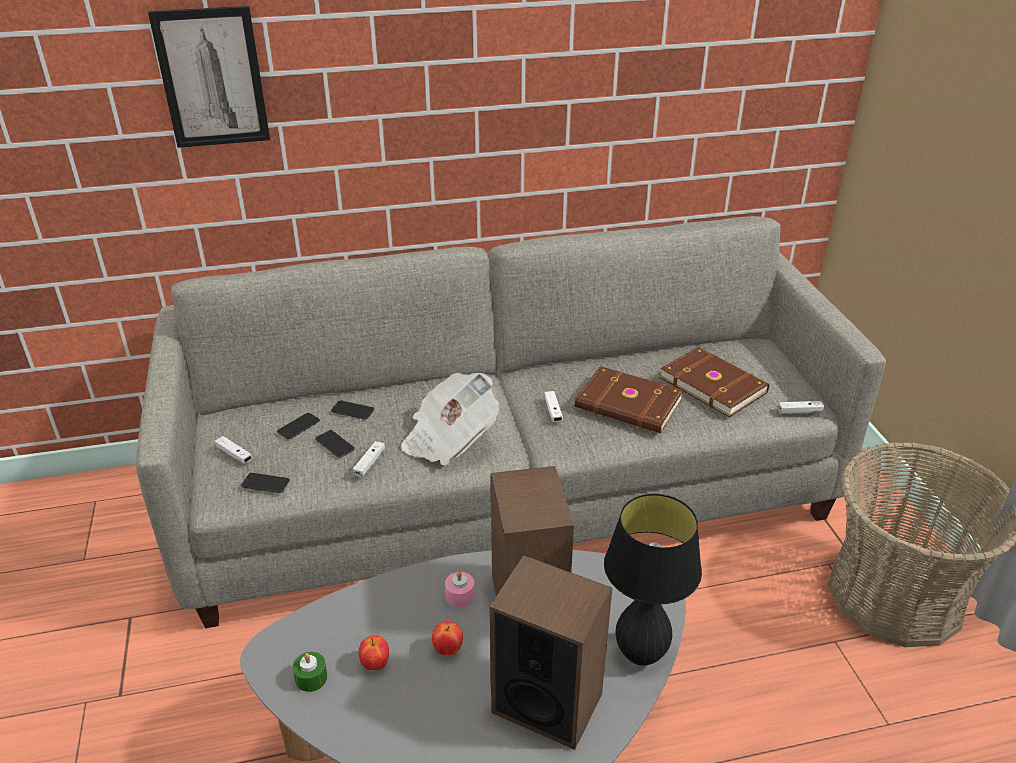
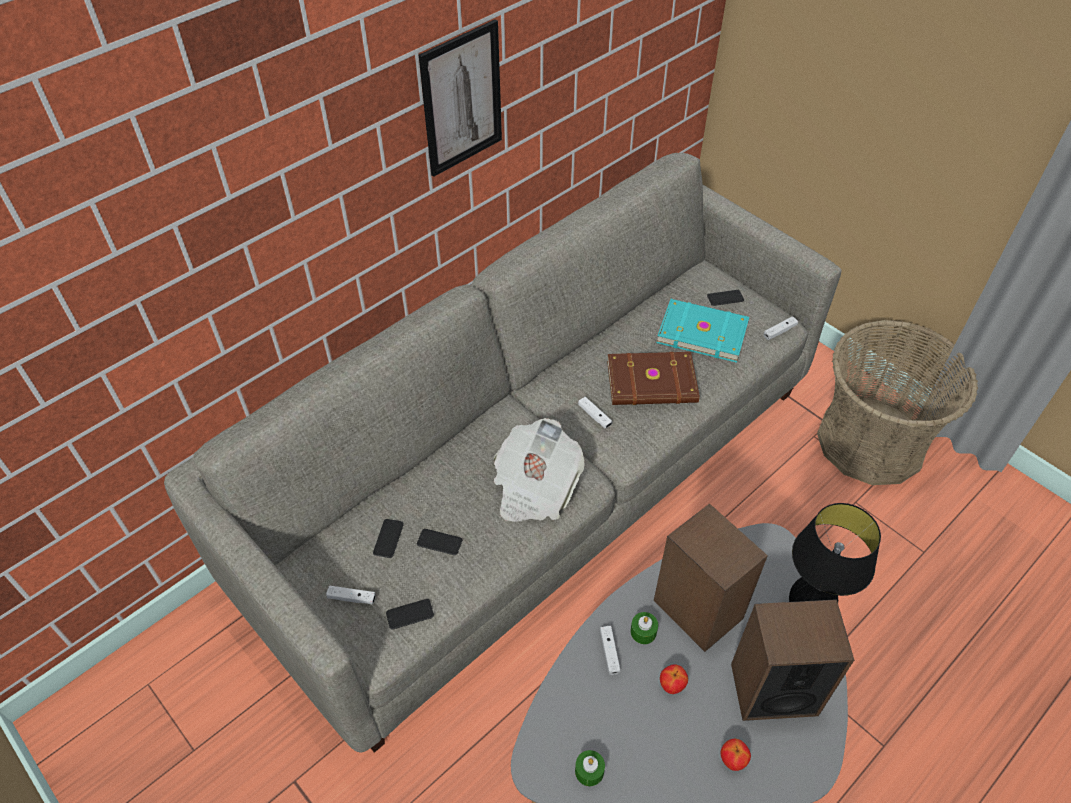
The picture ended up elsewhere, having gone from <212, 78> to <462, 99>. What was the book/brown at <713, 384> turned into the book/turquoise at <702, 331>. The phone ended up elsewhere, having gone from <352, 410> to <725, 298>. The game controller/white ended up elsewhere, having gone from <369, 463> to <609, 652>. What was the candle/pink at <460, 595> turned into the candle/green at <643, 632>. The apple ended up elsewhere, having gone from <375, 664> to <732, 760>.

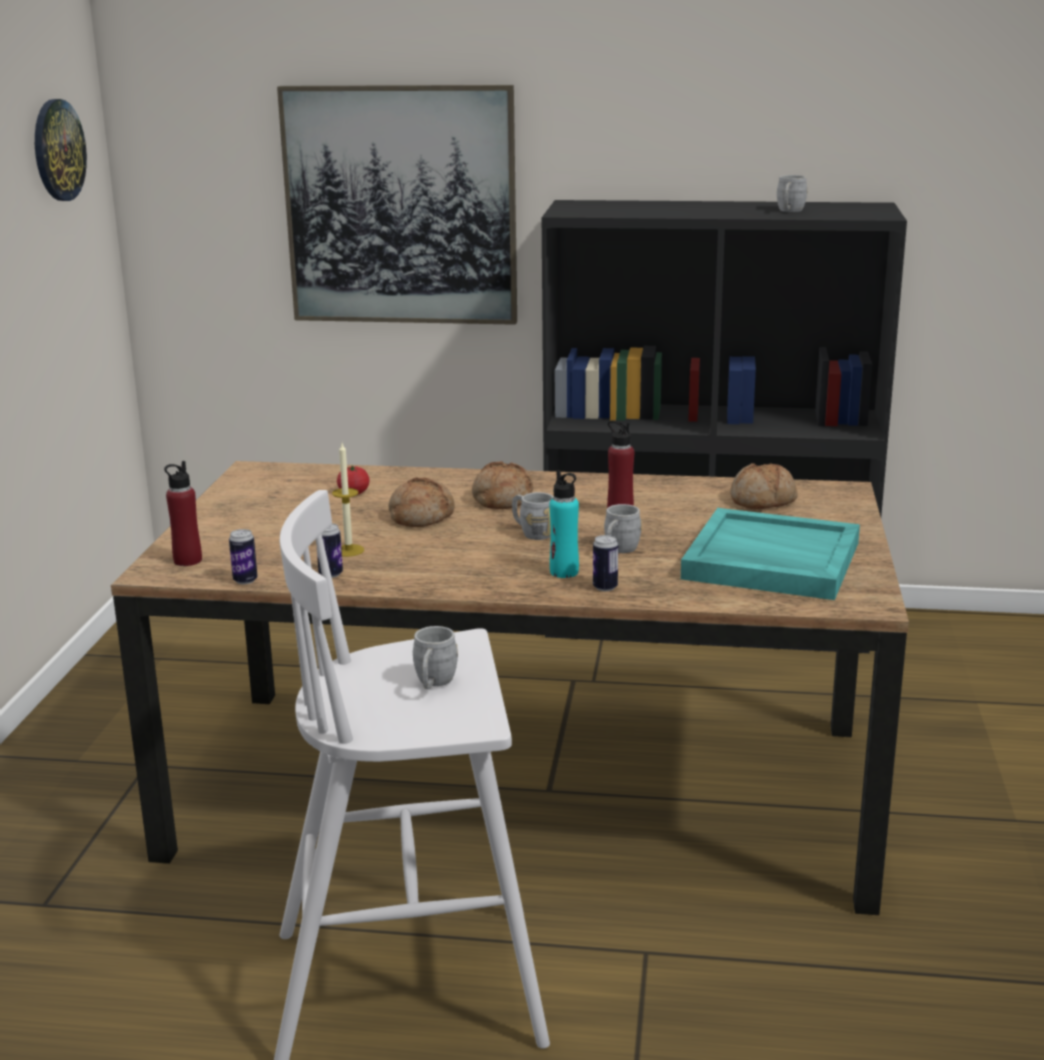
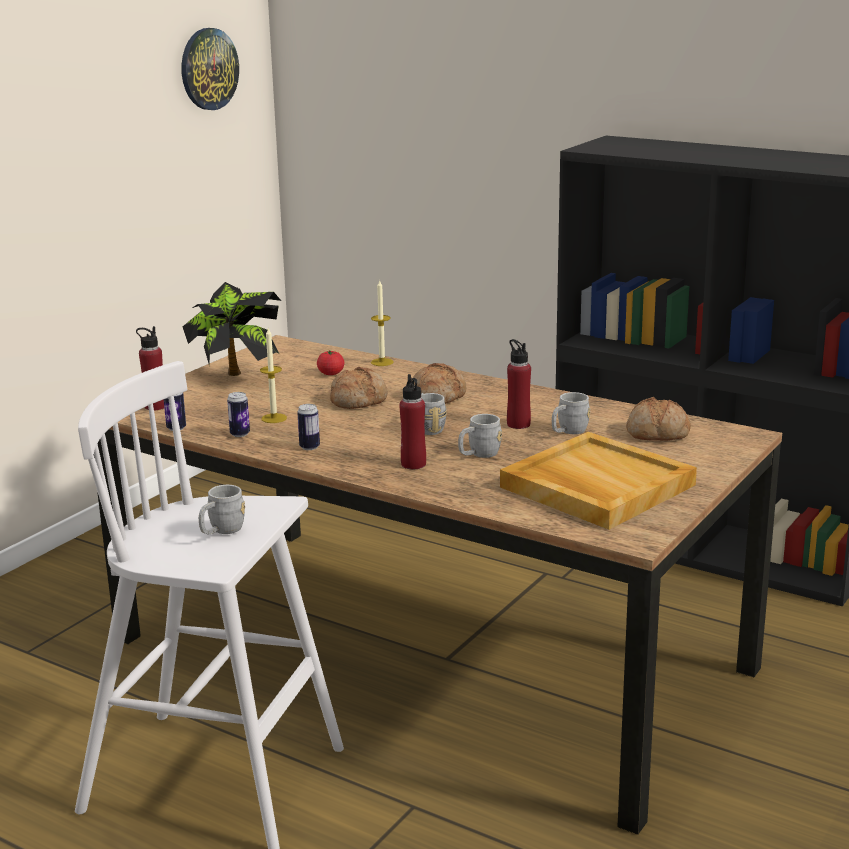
The second view lost the picture at <401, 206>. The mug/grey ended up elsewhere, having gone from <789, 211> to <568, 432>. What was the bottle/turquoise at <564, 572> turned into the bottle/red at <413, 464>. What was the tray/turquoise at <770, 561> turned into the tray/beige at <595, 486>. The can ended up elsewhere, having gone from <605, 587> to <309, 447>. The second view gained the candle at <382, 362>. The second view gained the potted plant at <235, 378>.

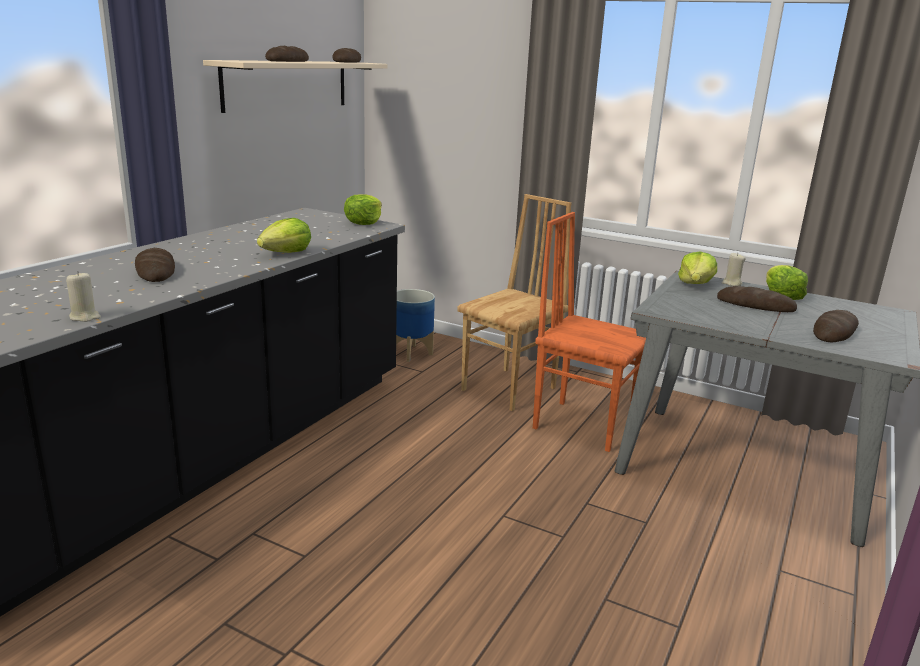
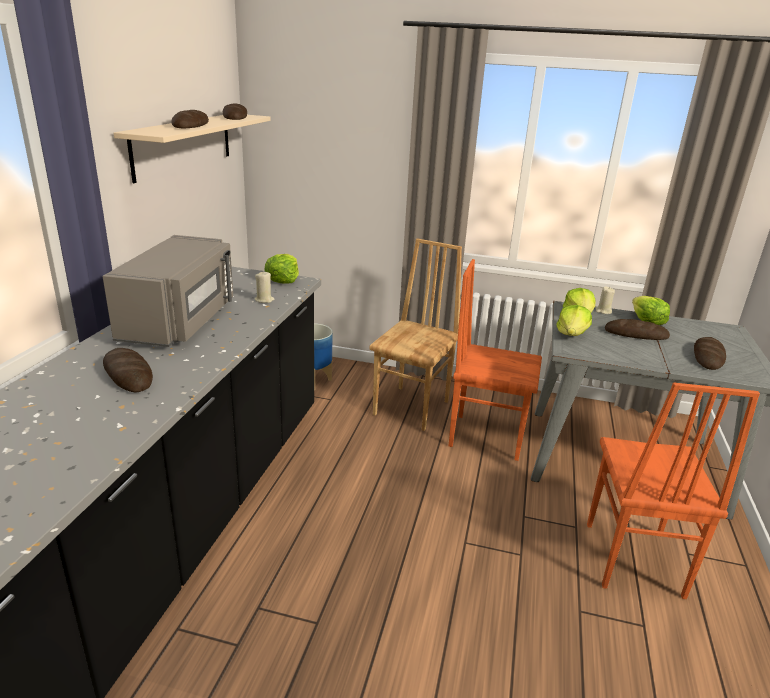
The lettuce ended up elsewhere, having gone from <286, 253> to <571, 334>. The candle/beige ended up elsewhere, having gone from <85, 317> to <264, 300>. The second view gained the microwave/grey at <181, 321>. The second view gained the chair/orange at <631, 559>.

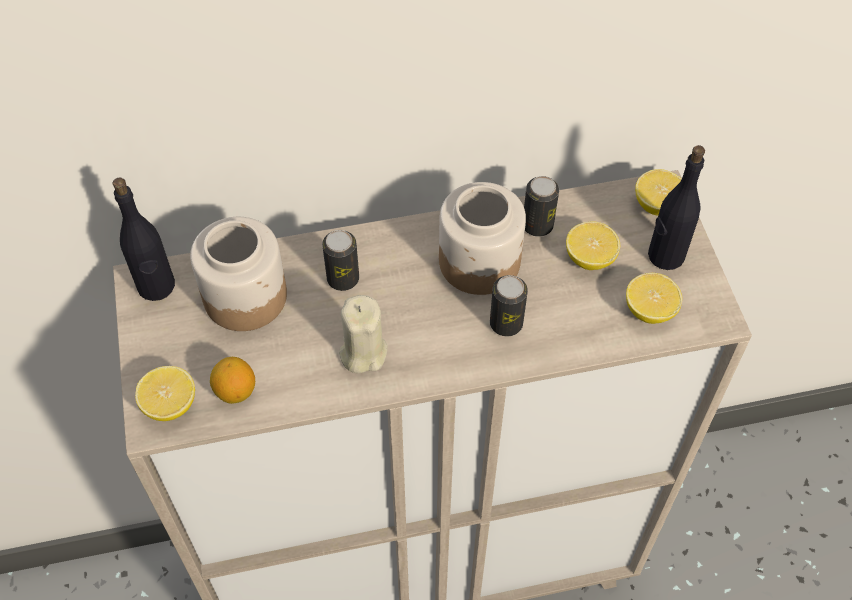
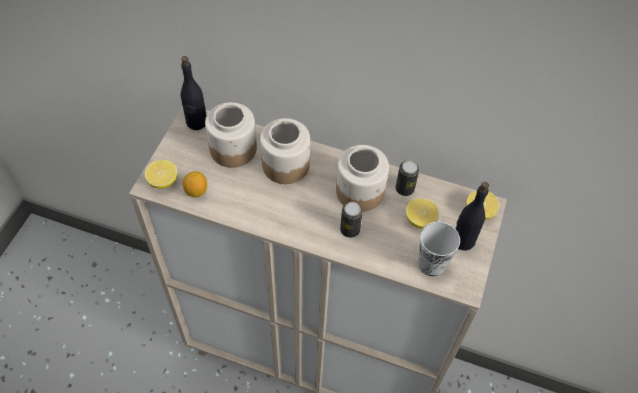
Where the can stood at <343, 279>, the jar came to stand at <285, 164>. Where the lemon stood at <649, 310>, the cup came to stand at <431, 264>. The second view lost the candle/beige at <363, 352>.

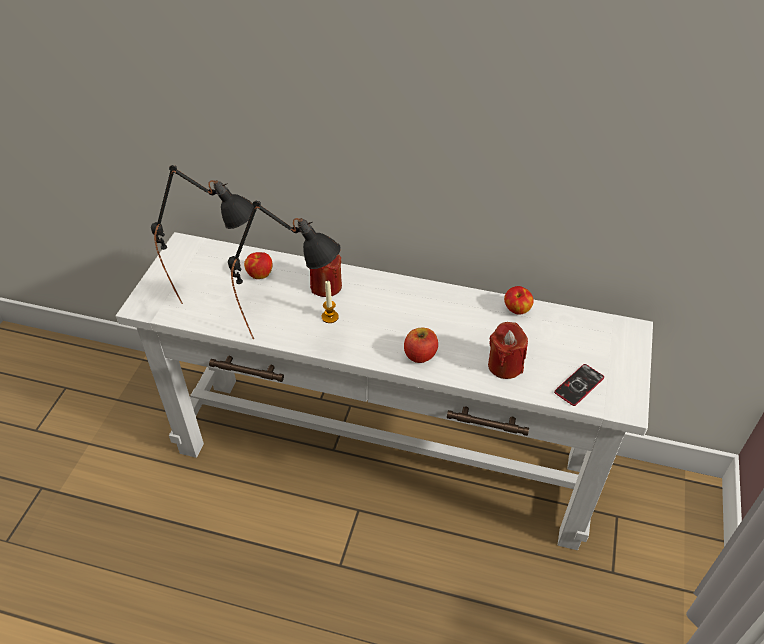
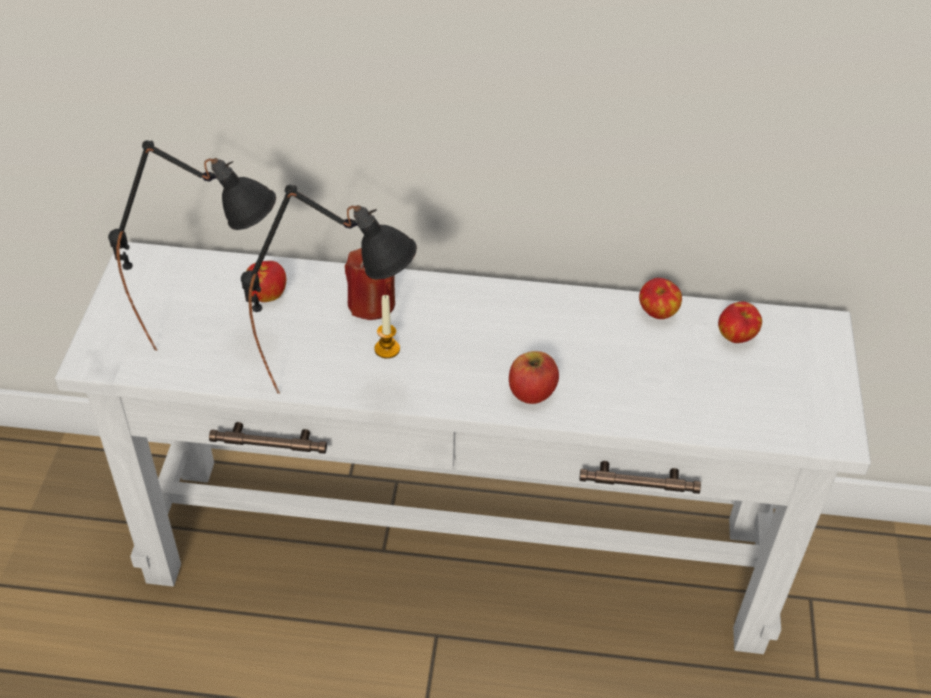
The second view lost the candle/red at <505, 365>. The second view lost the phone at <579, 385>. The second view gained the apple at <736, 337>.

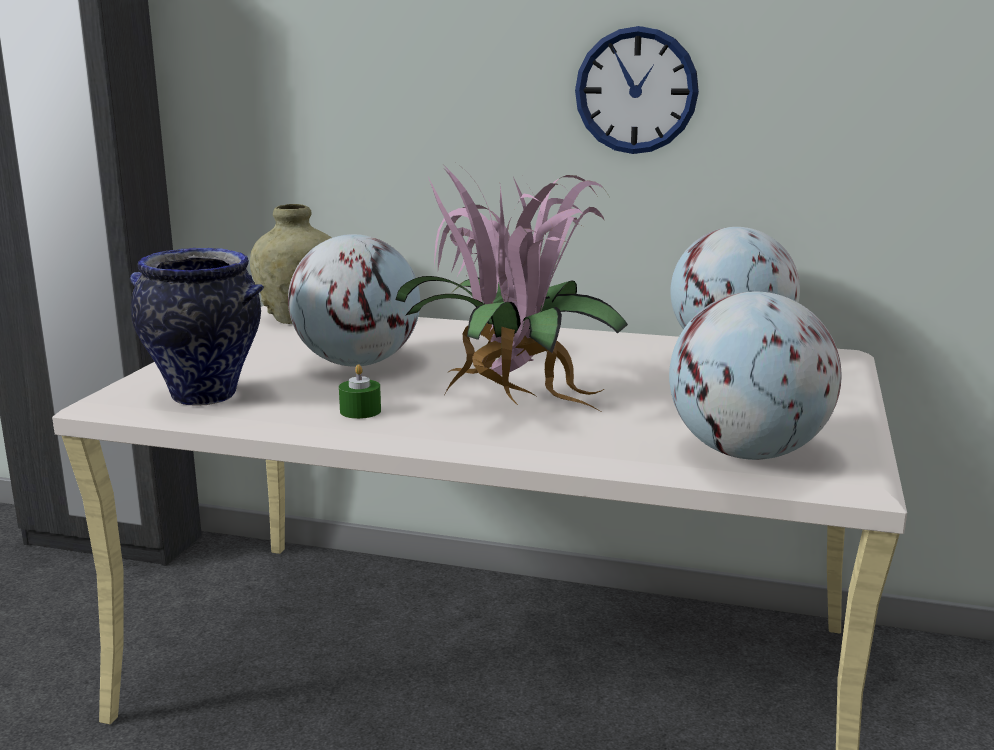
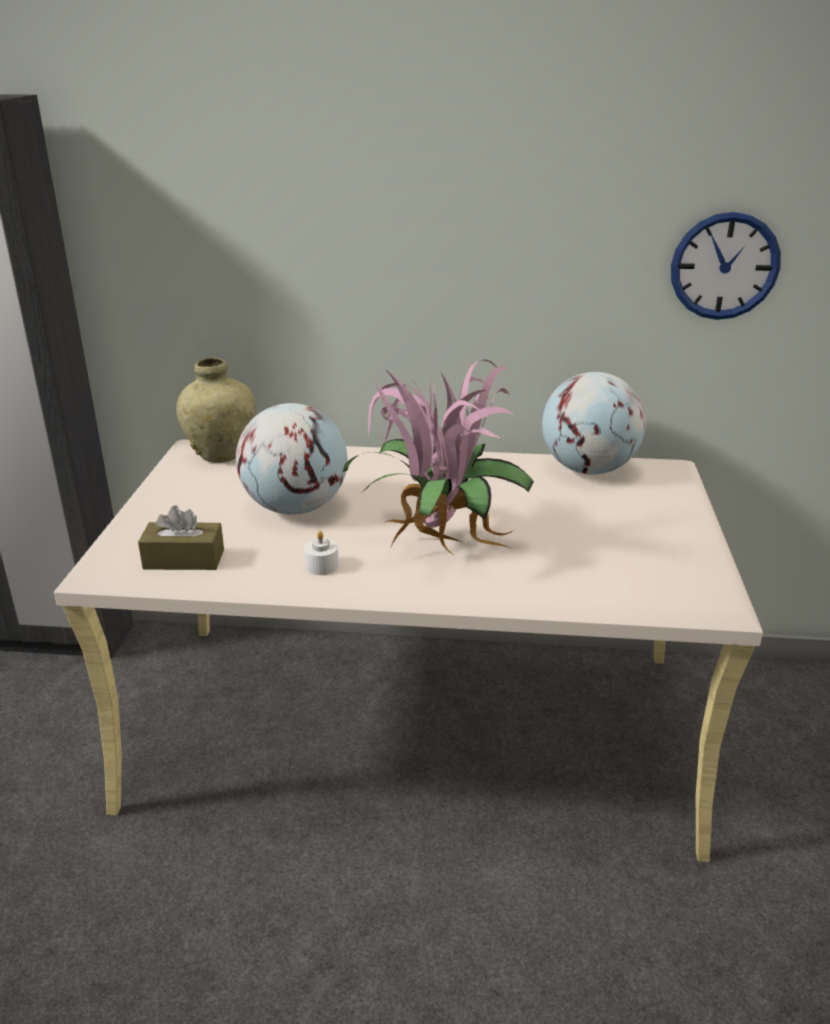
The wall clock ended up elsewhere, having gone from <636, 90> to <724, 266>. Where the vase stood at <206, 396>, the tissue box/brown came to stand at <184, 559>. The second view lost the globe at <747, 453>. What was the candle/green at <360, 411> turned into the candle/white at <321, 566>.

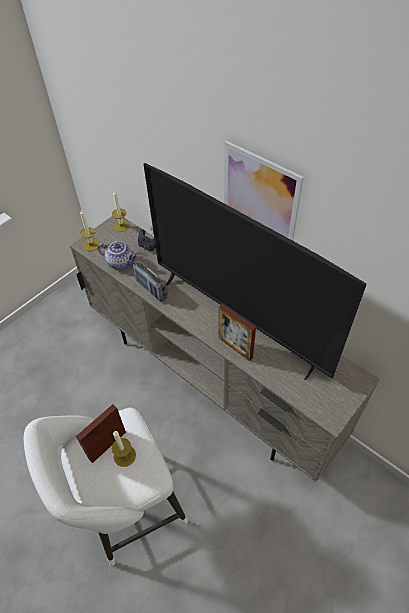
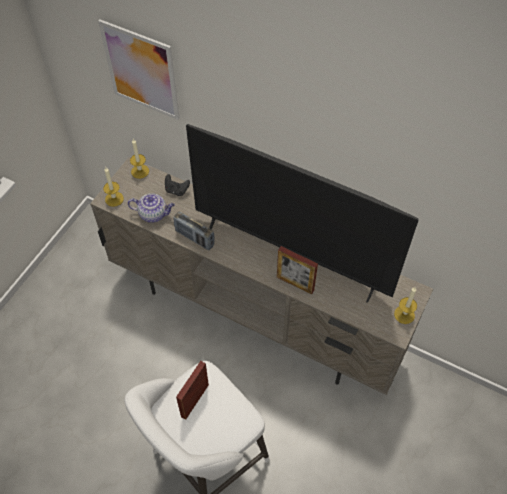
The picture ended up elsewhere, having gone from <259, 203> to <141, 70>. The candle ended up elsewhere, having gone from <124, 455> to <404, 314>.

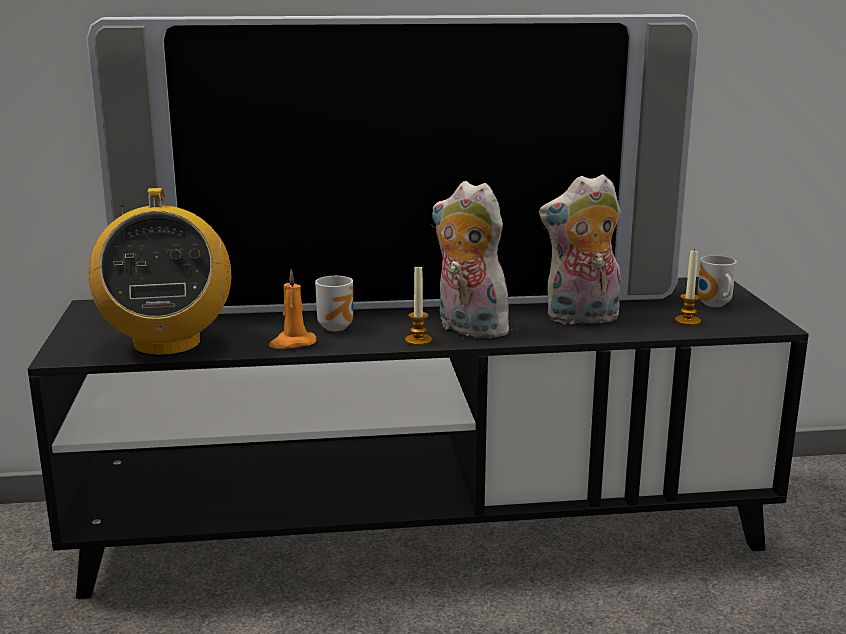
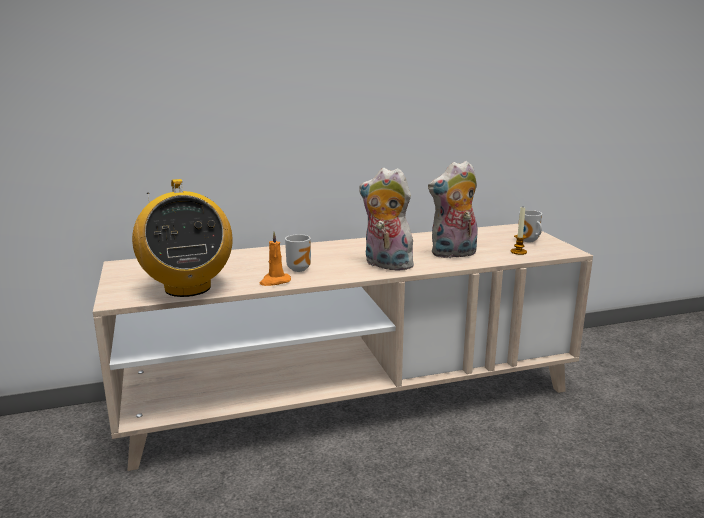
The second view lost the television at <401, 299>. The second view lost the candle at <418, 341>. What was the tv stand/black at <423, 529> turned into the tv stand/beige at <352, 398>.

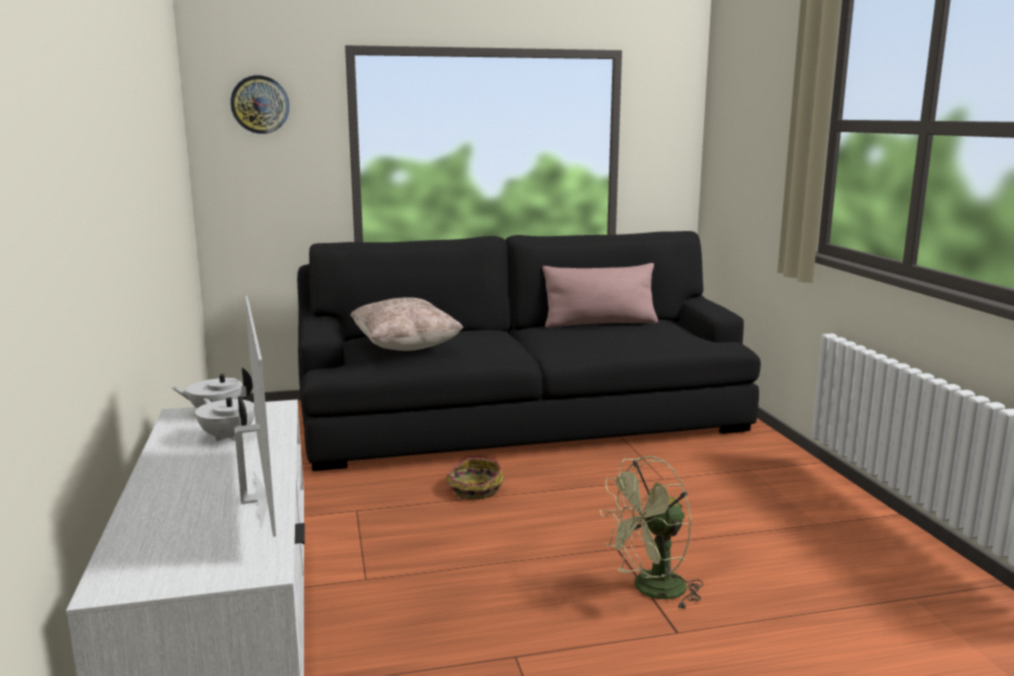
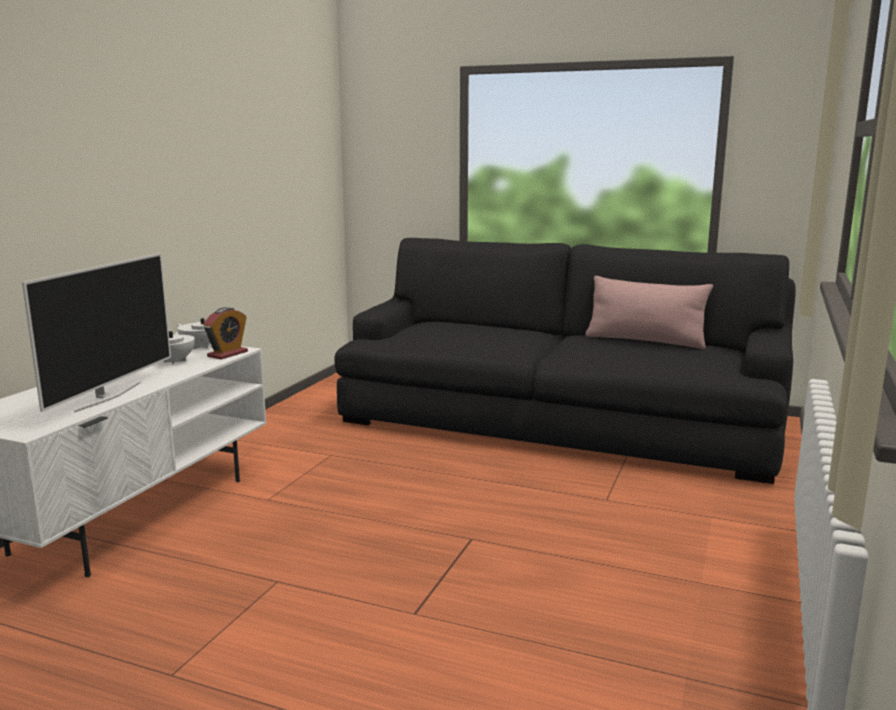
The second view lost the wall clock at <260, 104>. The second view lost the pillow/beige at <405, 347>. The second view lost the fan/green at <651, 590>. The second view lost the basket at <474, 489>. The second view gained the alarm clock at <227, 354>.

